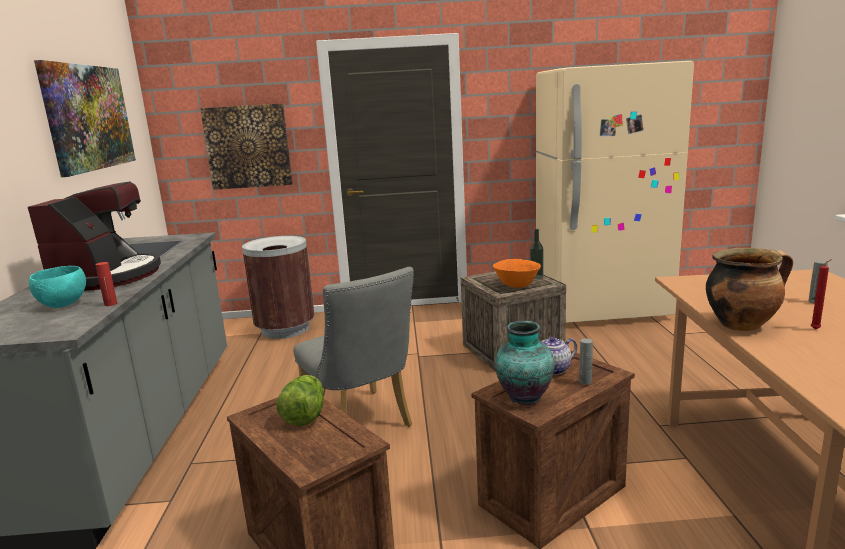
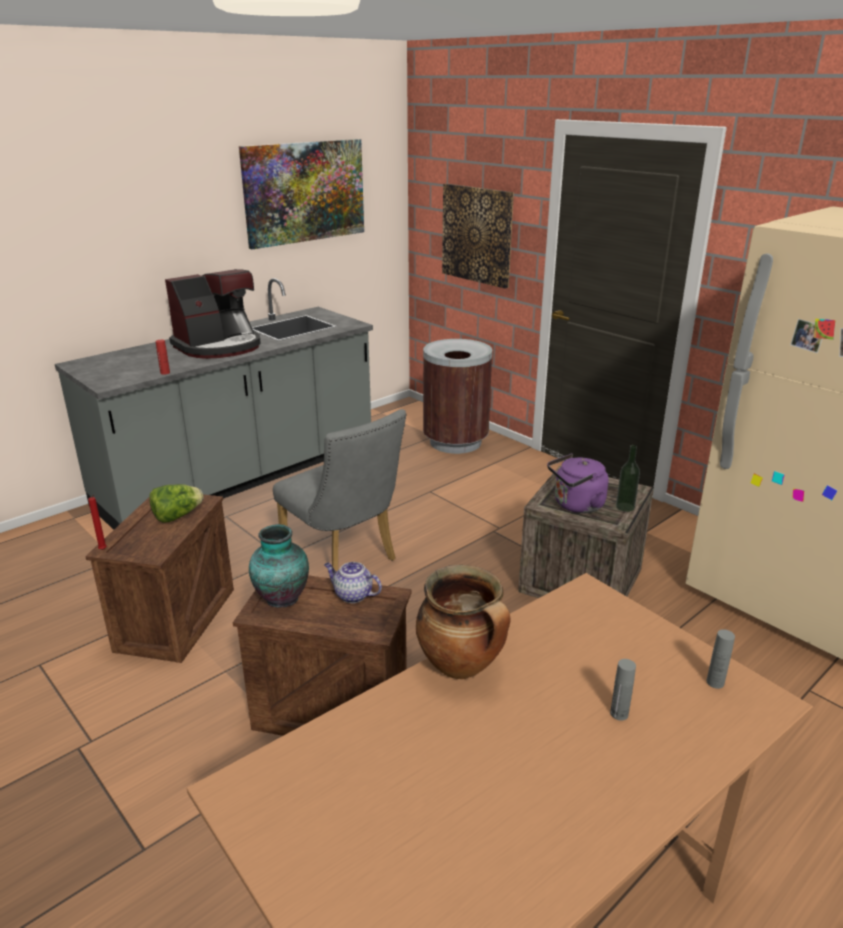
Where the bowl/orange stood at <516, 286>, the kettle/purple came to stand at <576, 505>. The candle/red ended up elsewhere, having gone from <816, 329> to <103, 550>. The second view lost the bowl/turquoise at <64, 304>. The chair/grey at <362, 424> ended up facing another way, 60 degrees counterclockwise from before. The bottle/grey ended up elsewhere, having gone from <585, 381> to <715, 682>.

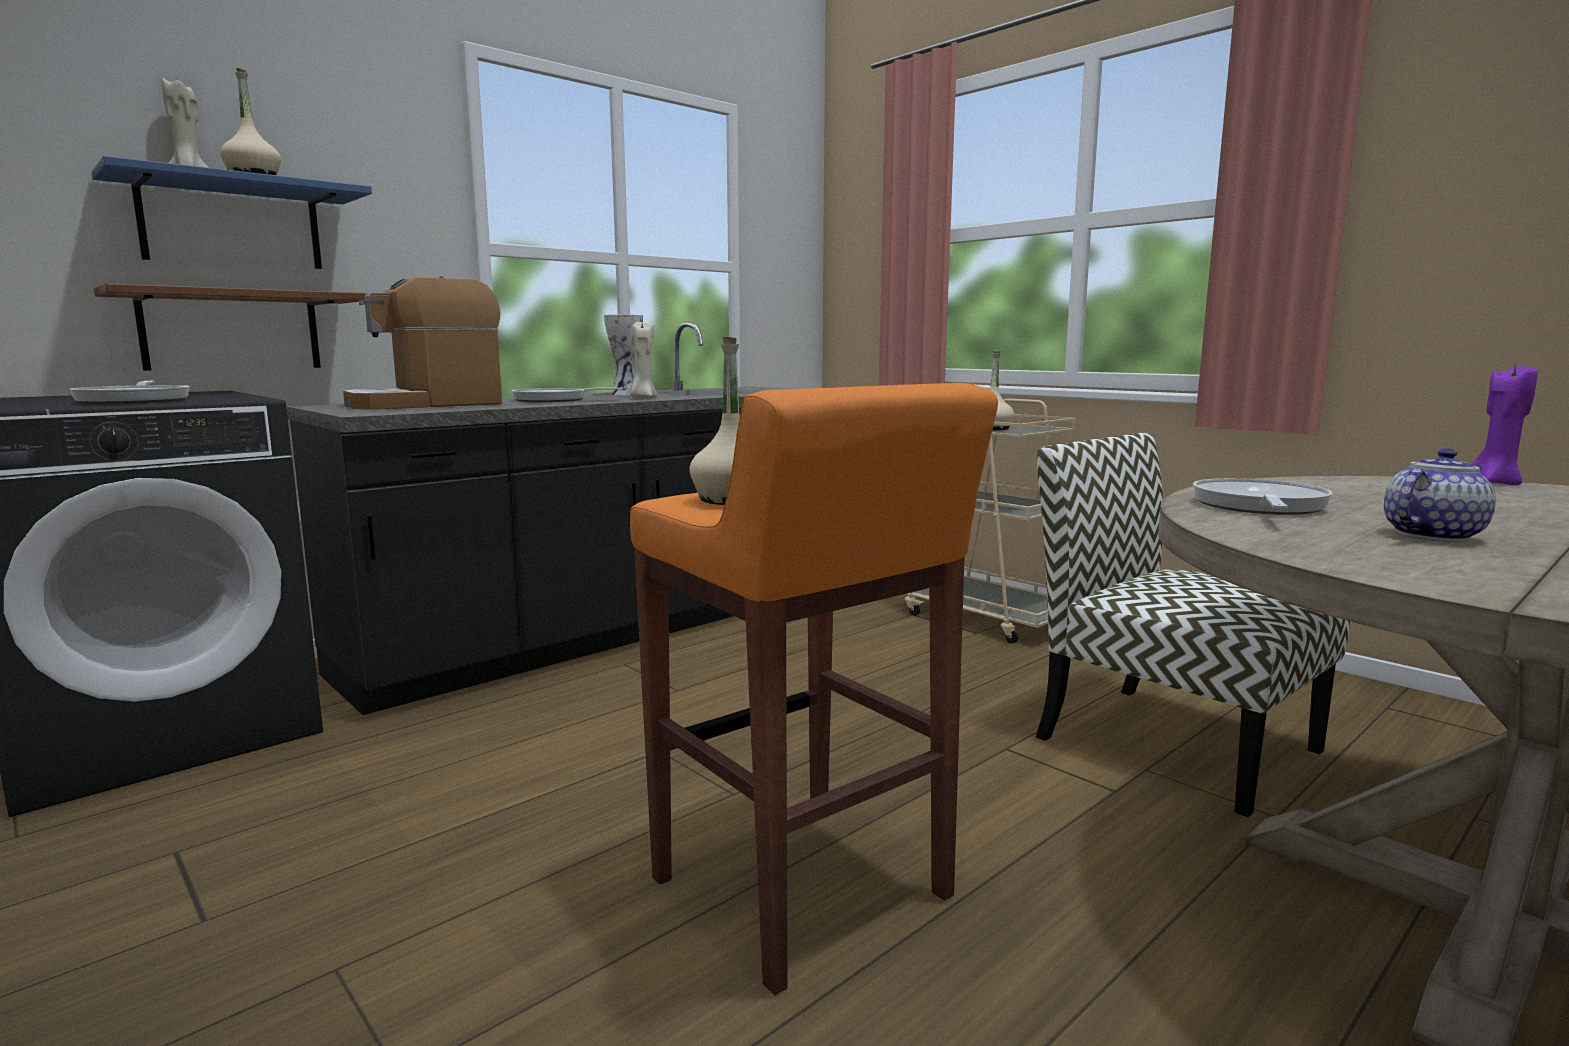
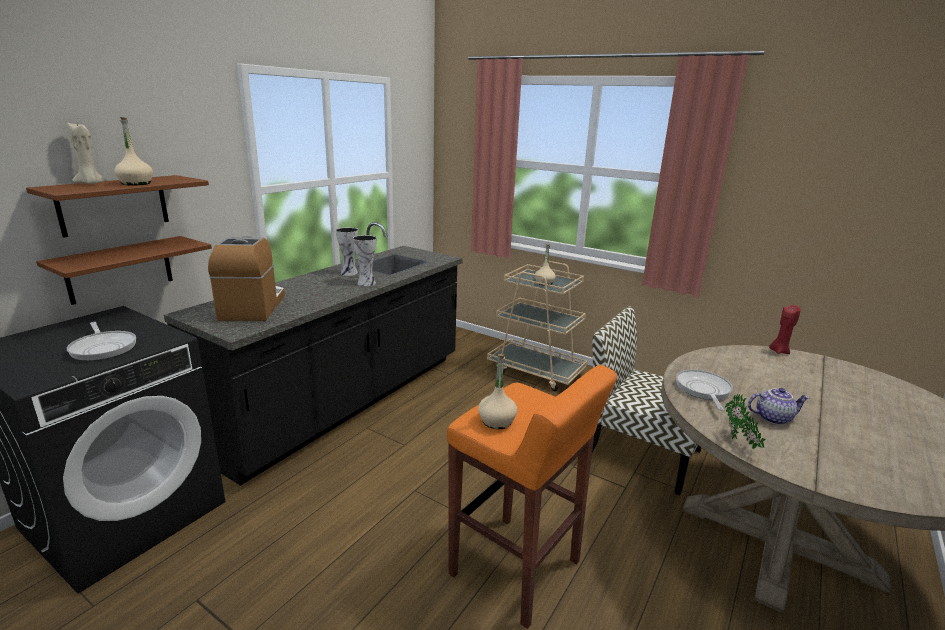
What was the shelf/blue at <232, 225> turned into the shelf/brown at <114, 205>. The coffee machine at <427, 404> ended up facing another way, 135 degrees clockwise from before. Where the candle/beige stood at <643, 398>, the vase came to stand at <366, 283>. What was the candle/purple at <1494, 483> turned into the candle/red at <779, 351>. The second view lost the frying pan at <554, 400>. The teapot at <1430, 535> ended up facing another way, 45 degrees clockwise from before. The second view gained the potted plant at <739, 443>.

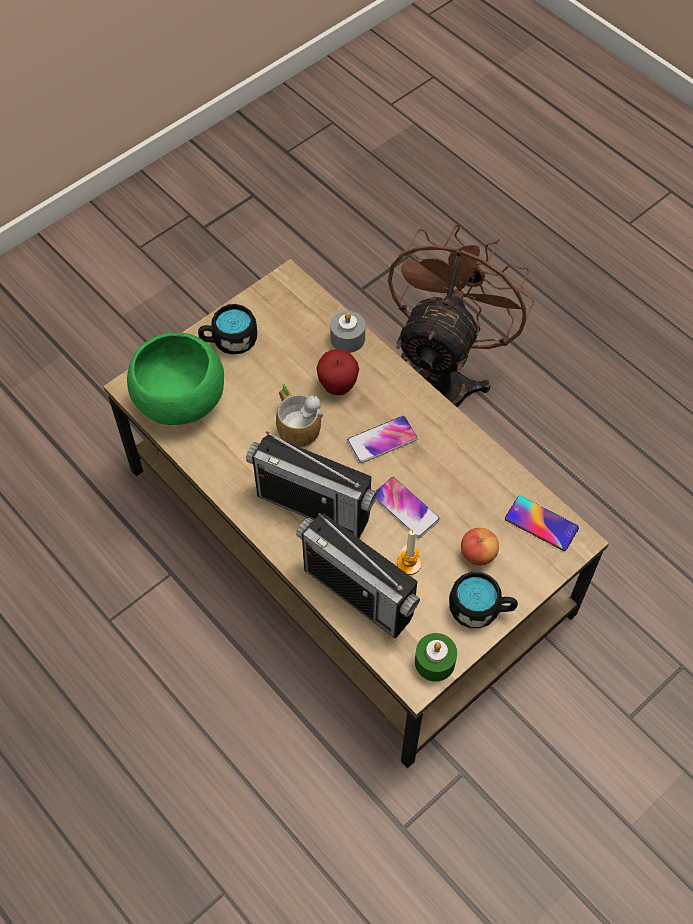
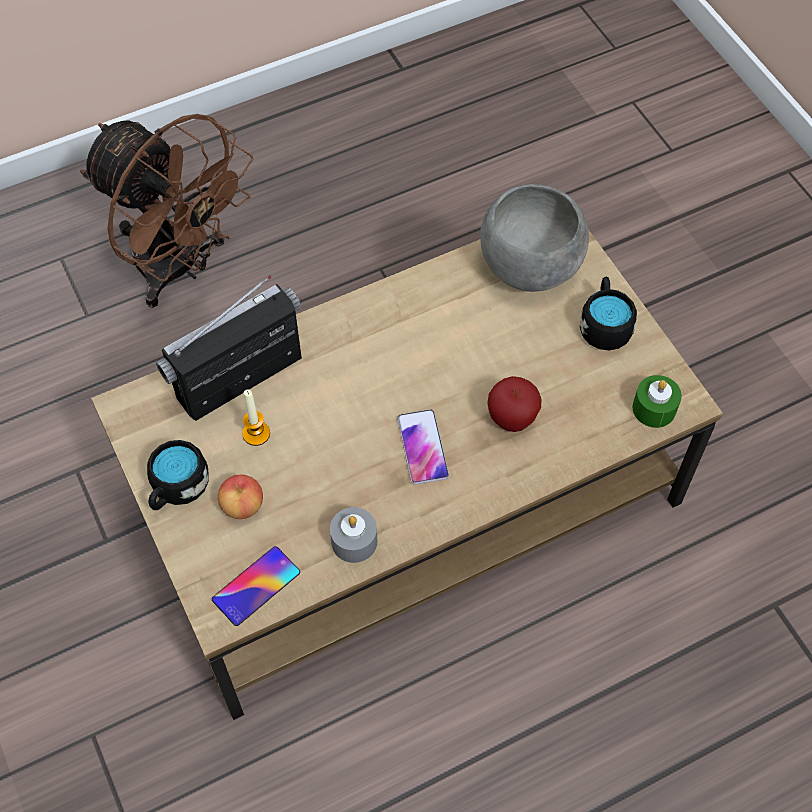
The fan/brown ended up elsewhere, having gone from <442, 380> to <180, 268>. The candle/grey ended up elsewhere, having gone from <347, 338> to <354, 541>. What was the bowl/green at <180, 401> turned into the bowl/grey at <530, 265>. The second view lost the mug at <296, 424>. The second view lost the radio at <314, 506>. The second view lost the phone at <405, 508>. The candle/green ended up elsewhere, having gone from <434, 662> to <654, 408>.

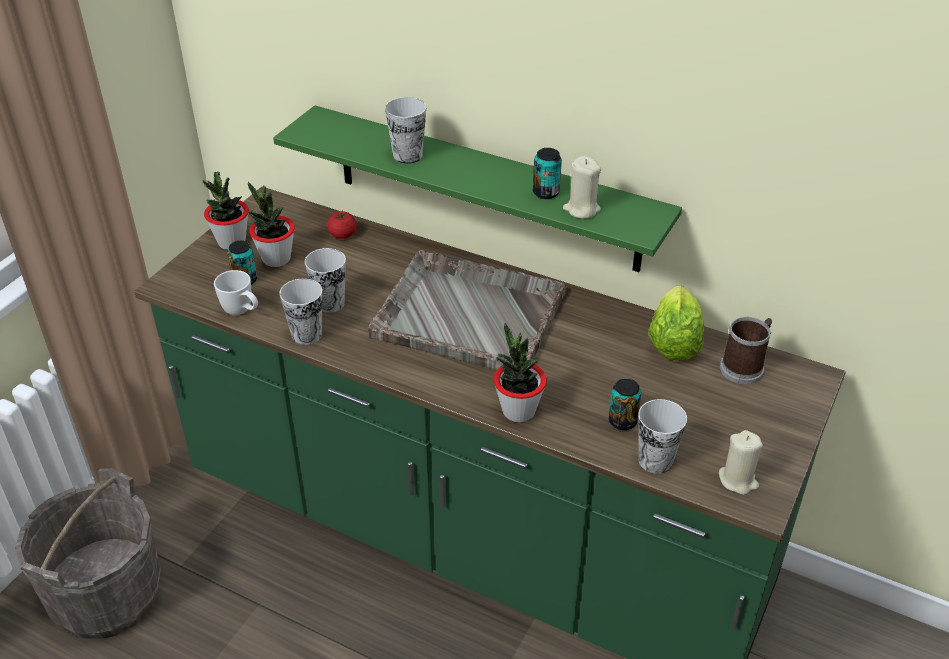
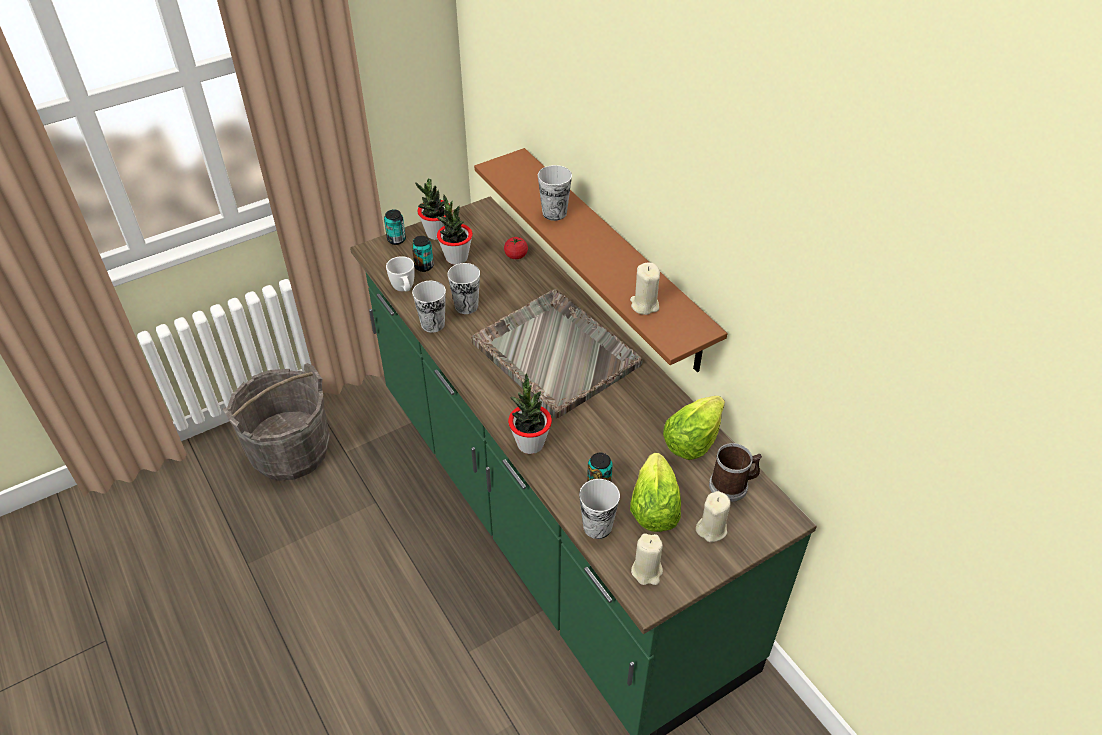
What was the shelf/green at <485, 189> turned into the shelf/brown at <613, 259>. The can ended up elsewhere, having gone from <546, 193> to <396, 239>. The second view gained the lettuce at <653, 509>. The second view gained the candle/beige at <711, 529>.

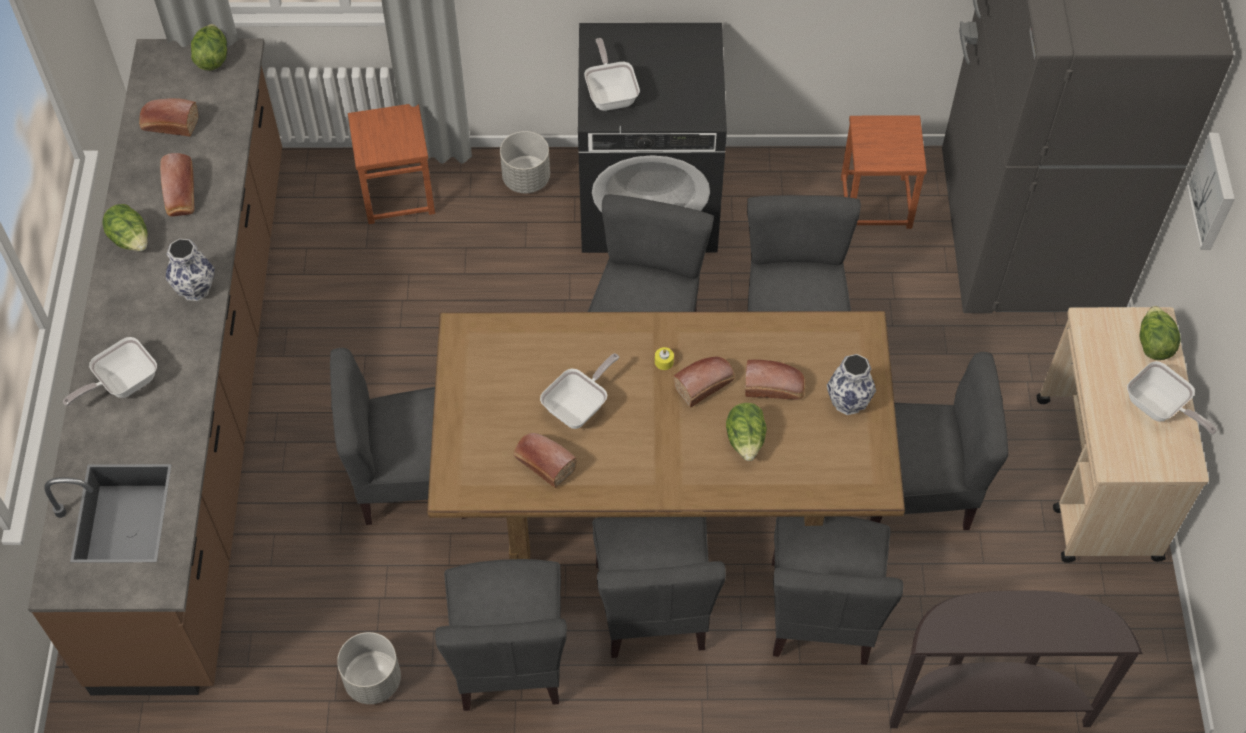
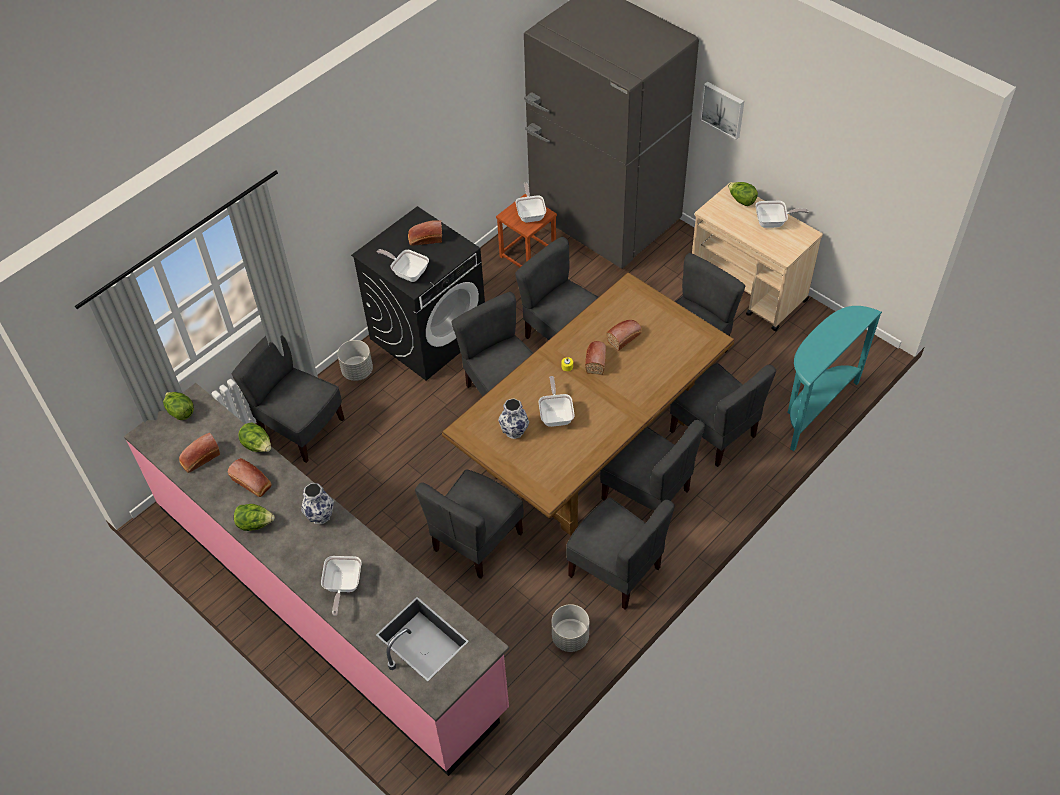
What was the counter/brown at <200, 403> turned into the counter/pink at <326, 603>. Where the stool/brown stood at <397, 192>, the chair/grey came to stand at <301, 428>. The vase ended up elsewhere, having gone from <849, 402> to <514, 430>. The lettuce ended up elsewhere, having gone from <745, 440> to <258, 446>. The bread ended up elsewhere, having gone from <543, 463> to <425, 239>. What was the console table/brown at <987, 702> turned into the console table/turquoise at <814, 408>. The second view gained the frying pan at <531, 214>.

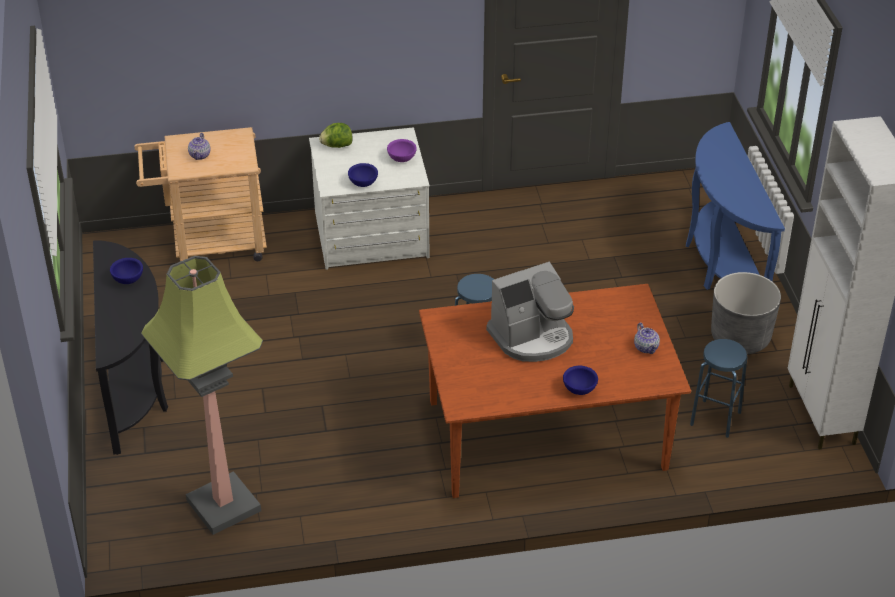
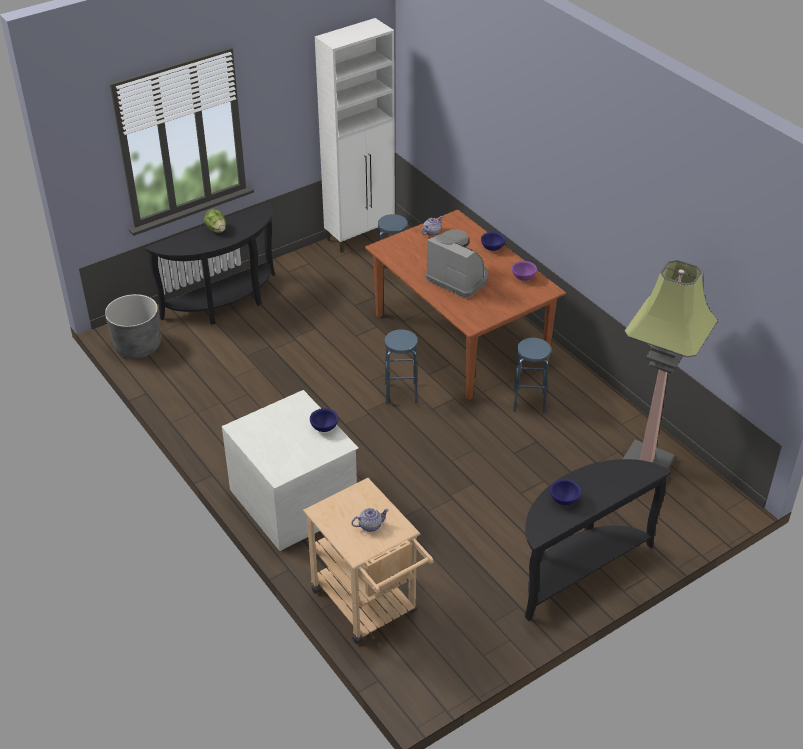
What was the console table/blue at <720, 263> turned into the console table/black at <226, 304>. The lettuce ended up elsewhere, having gone from <337, 146> to <216, 229>. The bowl/purple ended up elsewhere, having gone from <402, 159> to <523, 277>. The planter/grey ended up elsewhere, having gone from <740, 337> to <137, 346>. The second view gained the stool/blue at <529, 402>.

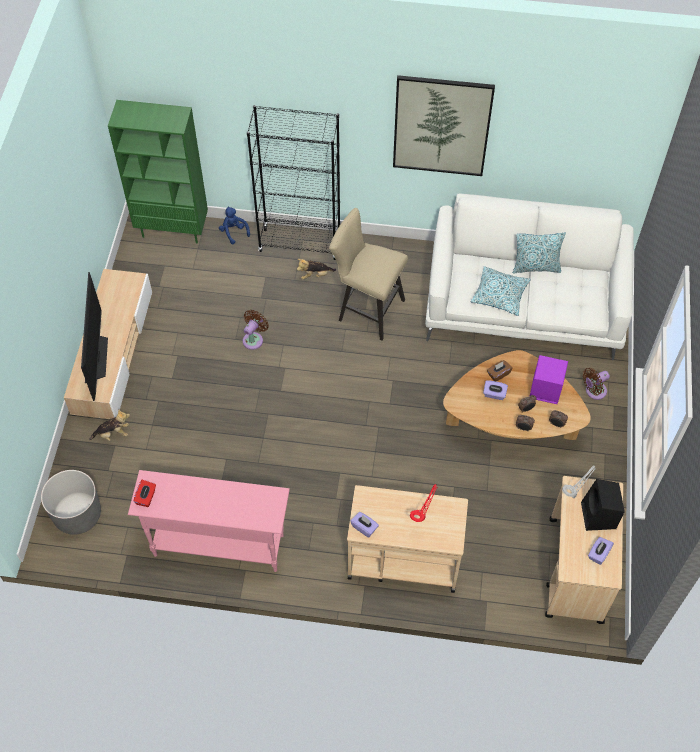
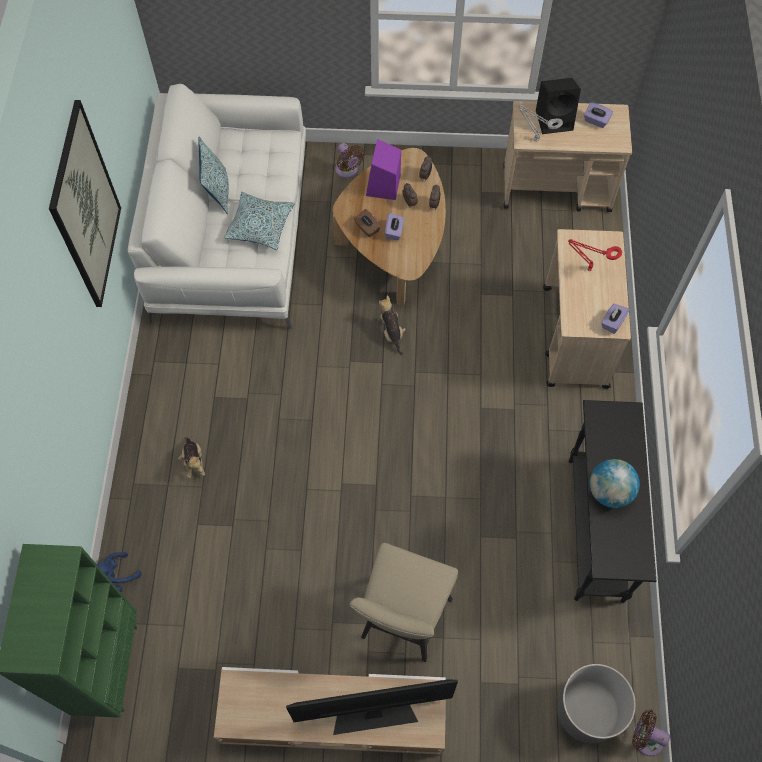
The second view lost the bookcase/black at <300, 244>. The stool/beige ended up elsewhere, having gone from <367, 309> to <402, 624>. The fan/brown ended up elsewhere, having gone from <254, 339> to <645, 738>. The plush toy ended up elsewhere, having gone from <113, 434> to <392, 332>. What was the console table/pink at <218, 544> turned into the console table/black at <595, 529>. The second view lost the tissue box/red at <146, 497>. The second view gained the globe at <609, 492>.

